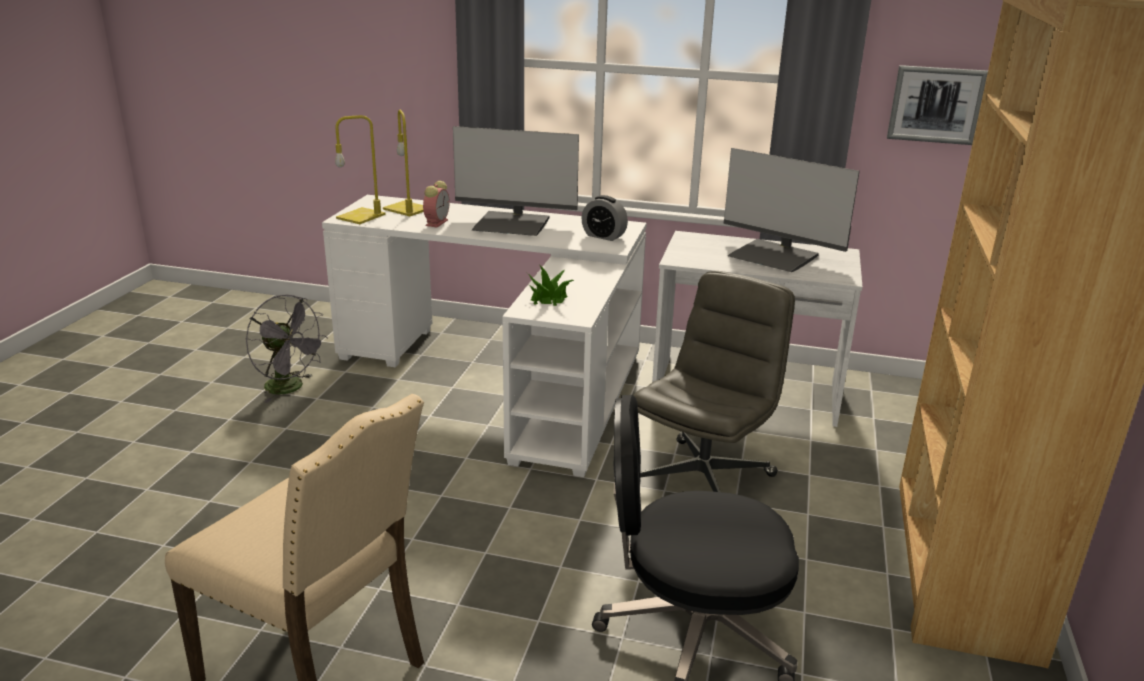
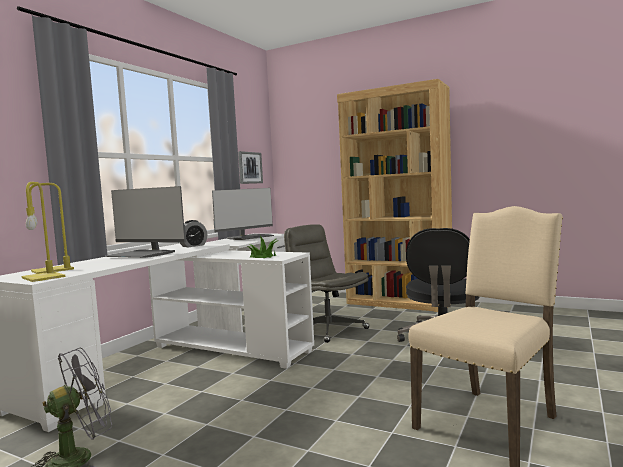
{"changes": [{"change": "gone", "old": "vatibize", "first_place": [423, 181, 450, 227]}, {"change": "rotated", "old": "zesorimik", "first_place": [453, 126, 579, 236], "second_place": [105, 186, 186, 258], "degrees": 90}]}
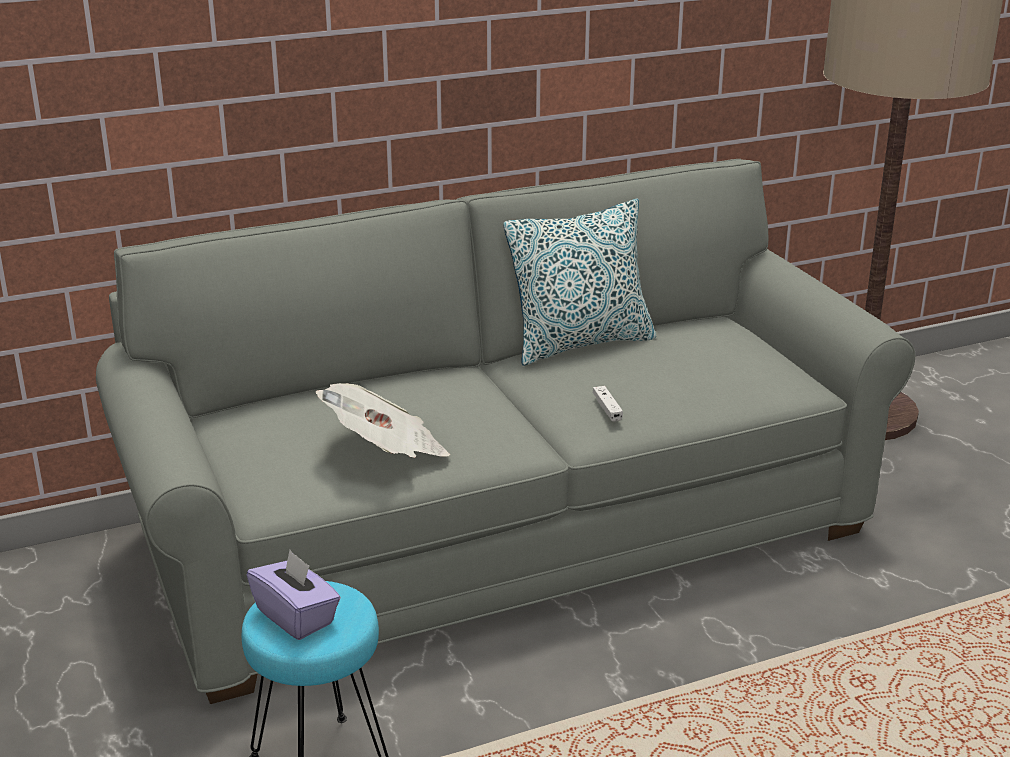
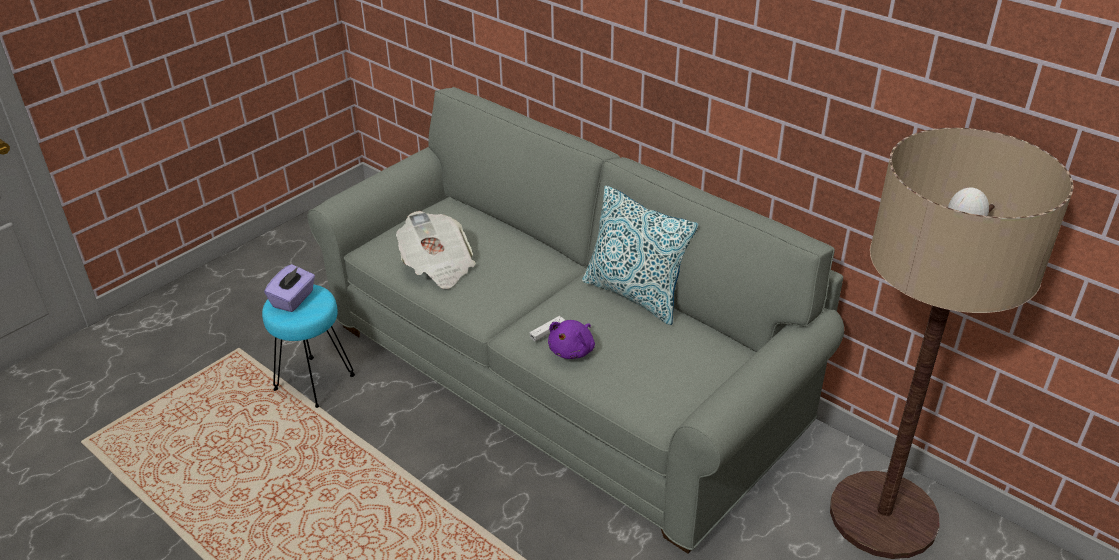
{"changes": [{"change": "new", "new": "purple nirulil", "second_place": [548, 320, 595, 359]}]}
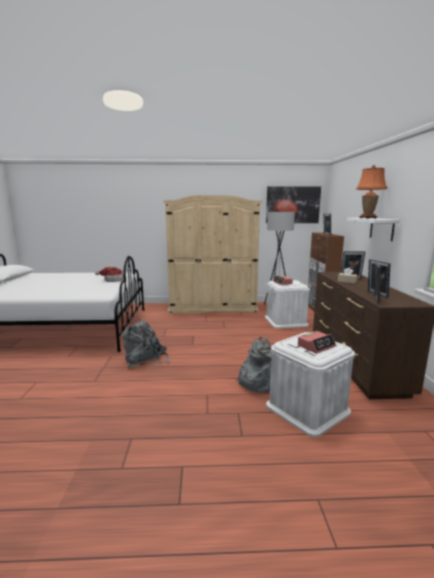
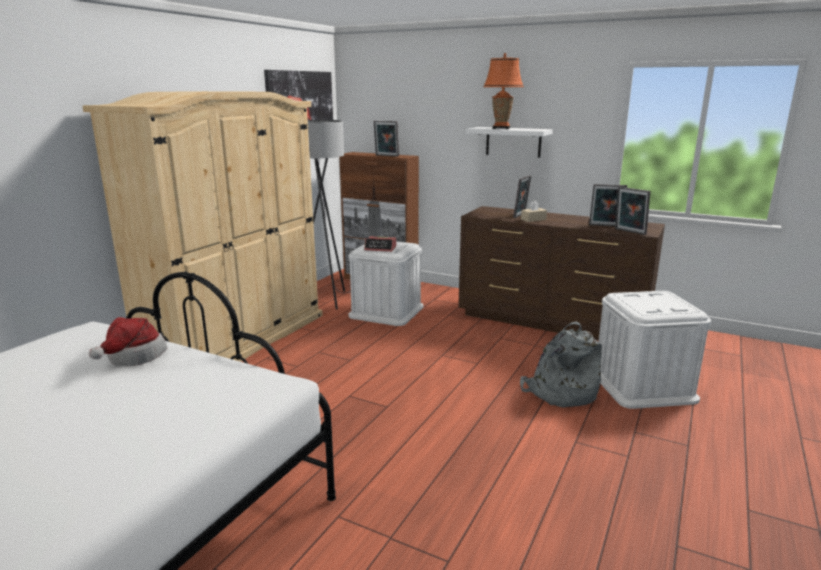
{"changes": [{"change": "gone", "old": "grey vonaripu", "first_place": [122, 319, 169, 368]}, {"change": "gone", "old": "vatibize", "first_place": [298, 331, 336, 354]}]}
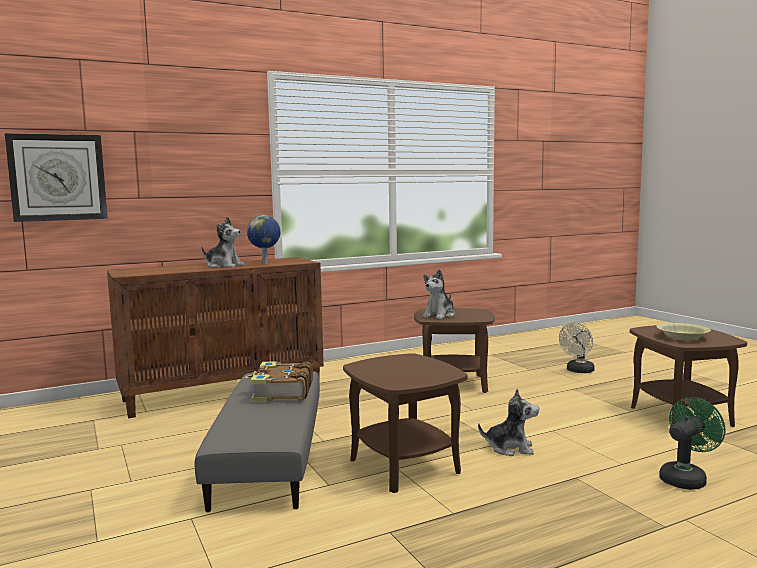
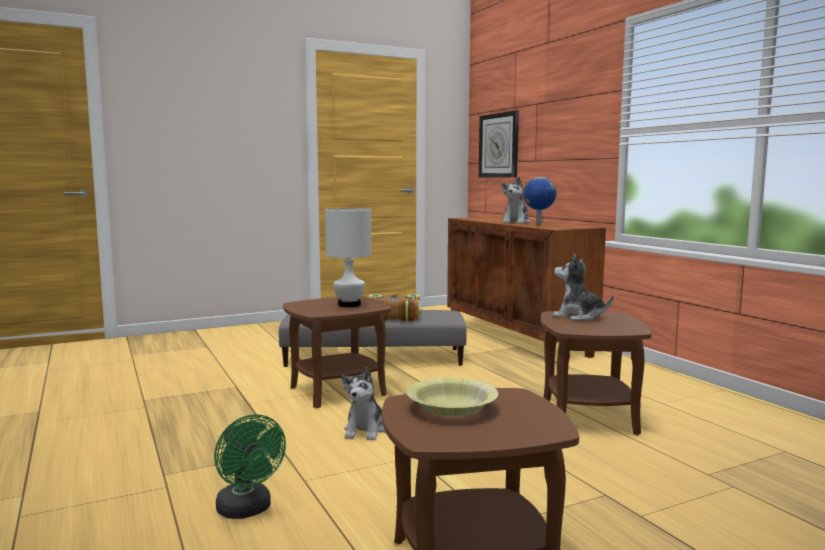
{"changes": [{"change": "gone", "old": "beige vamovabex", "first_place": [559, 322, 595, 373]}, {"change": "new", "new": "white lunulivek", "second_place": [325, 208, 371, 307]}]}
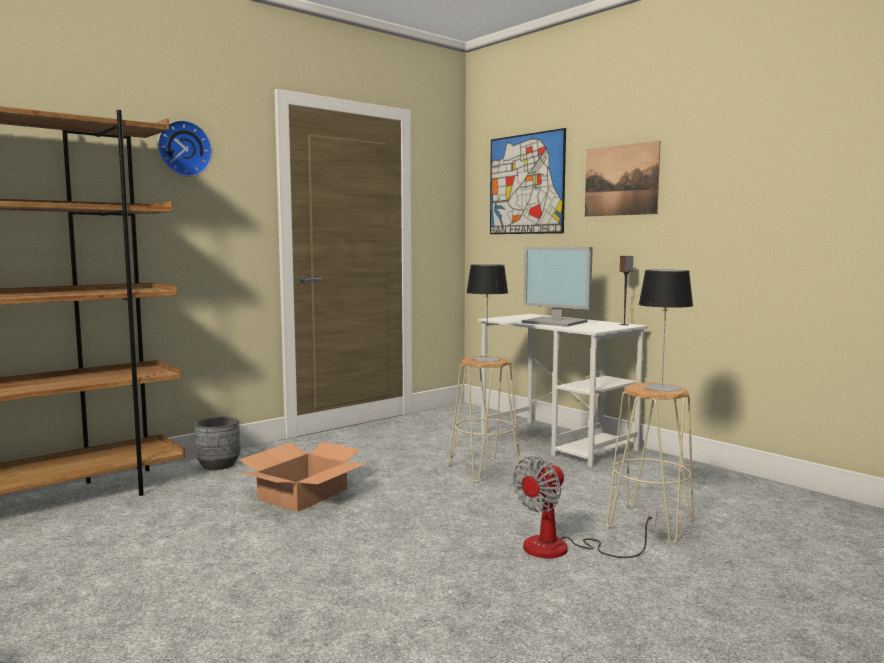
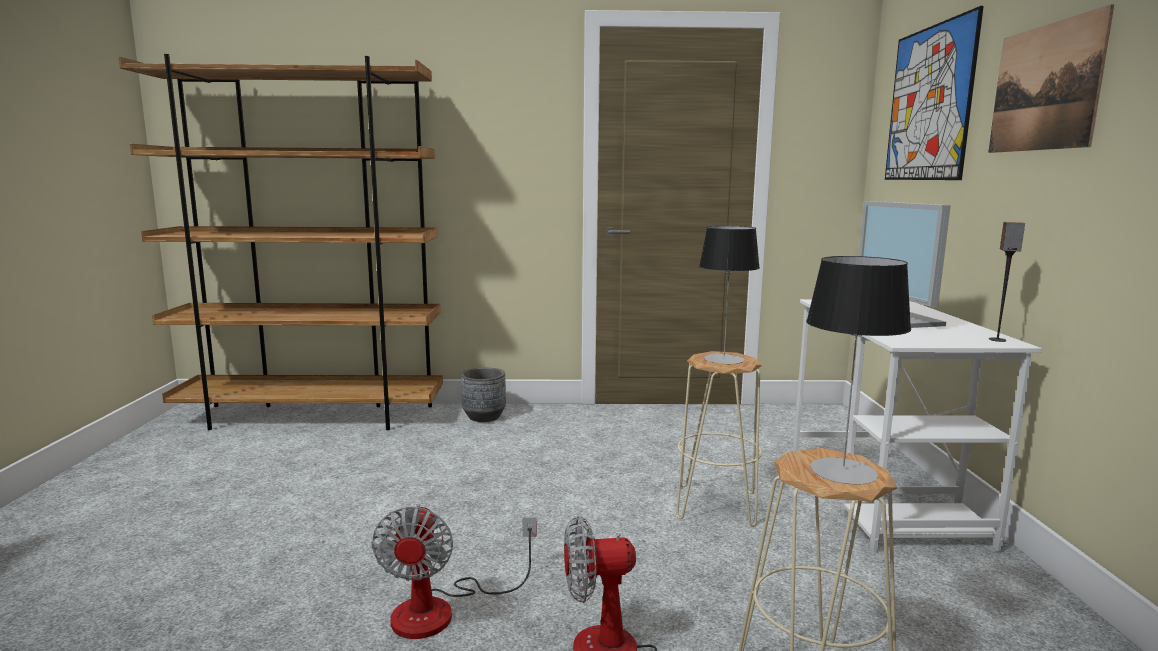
{"changes": [{"change": "gone", "old": "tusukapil", "first_place": [157, 120, 213, 177]}, {"change": "gone", "old": "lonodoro", "first_place": [239, 442, 366, 512]}, {"change": "new", "new": "vamovabex", "second_place": [371, 504, 537, 639]}]}
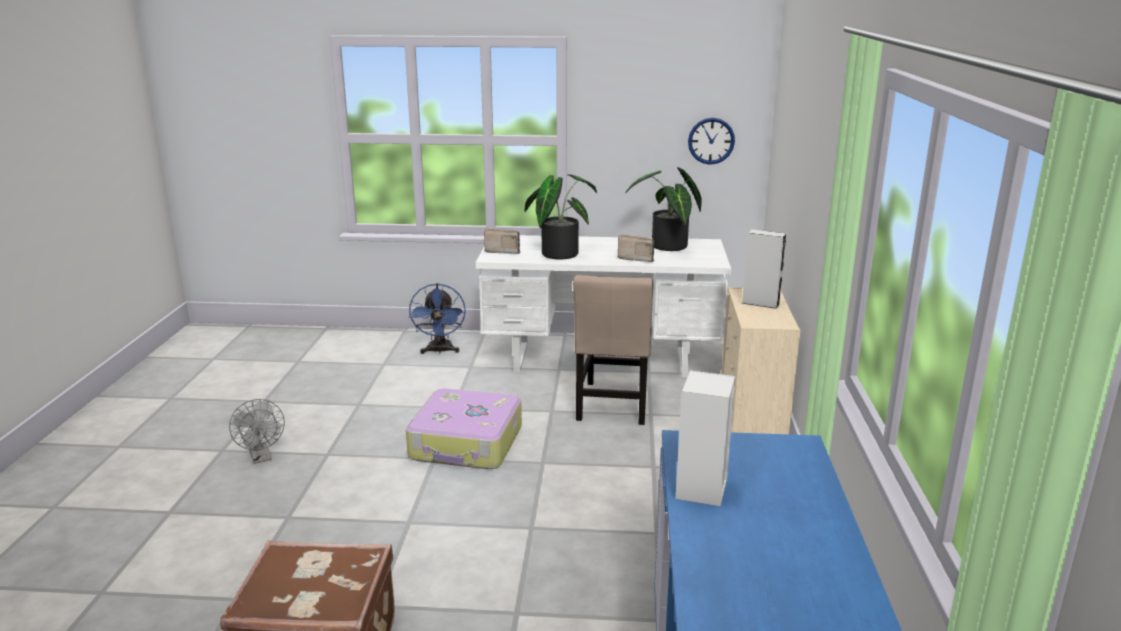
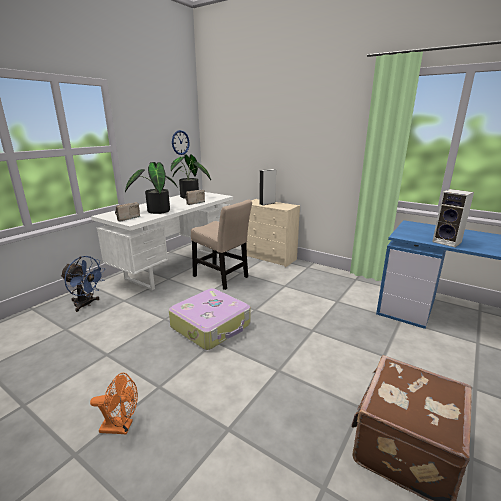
{"changes": [{"change": "repainted", "old": "grey vamovabex", "new": "orange vamovabex", "first_place": [229, 399, 285, 464], "second_place": [90, 373, 138, 434]}]}
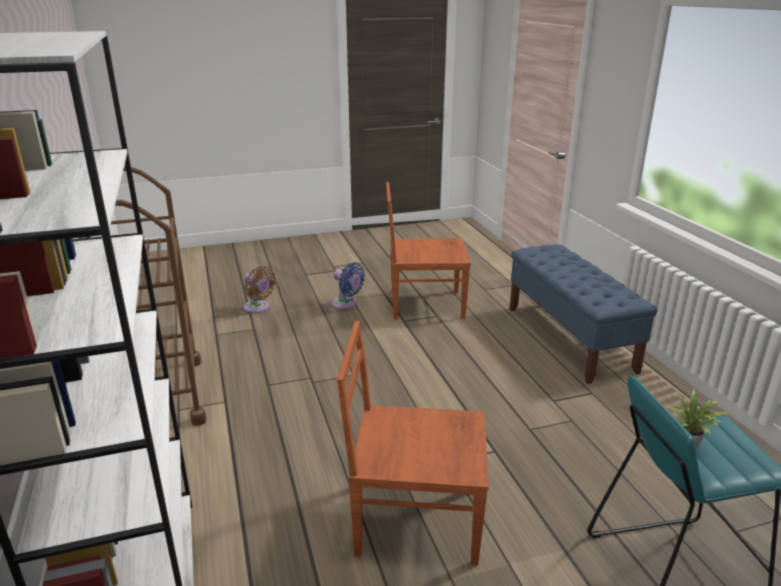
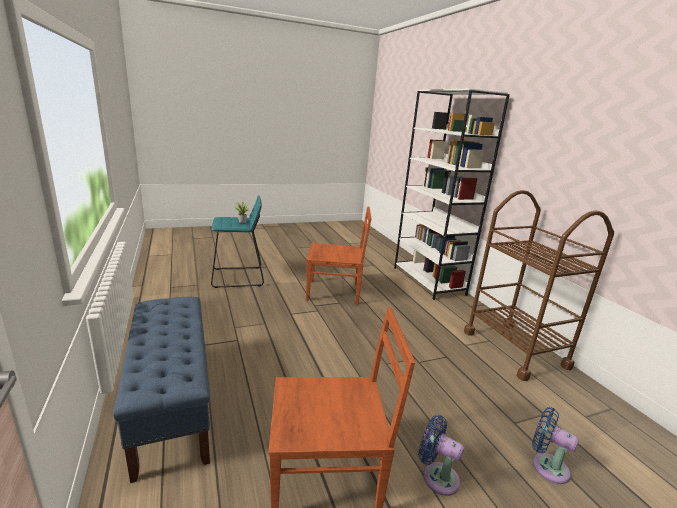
{"changes": [{"change": "repainted", "old": "brown vamovabex", "new": "blue vamovabex", "first_place": [243, 266, 276, 313], "second_place": [532, 407, 579, 484]}]}
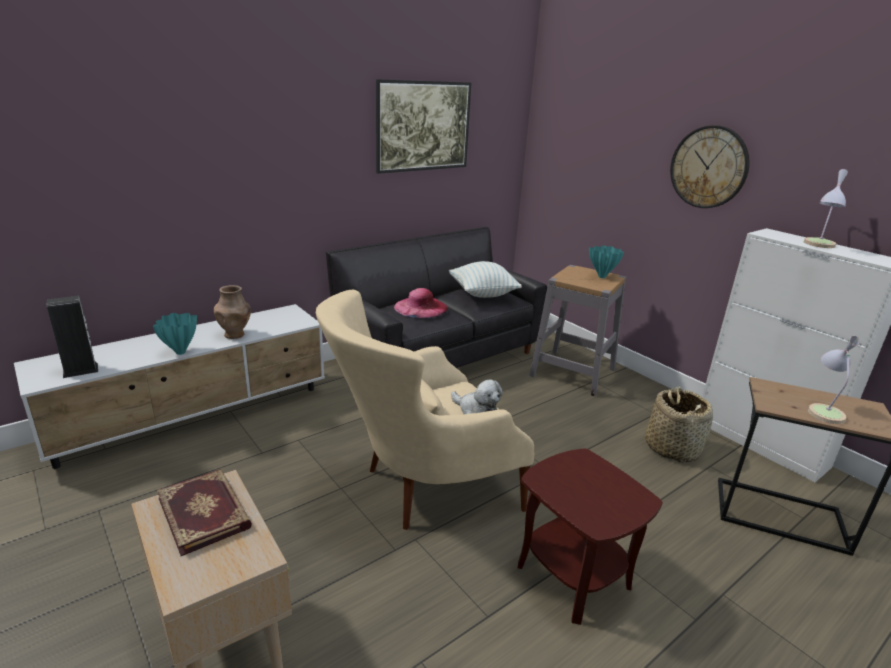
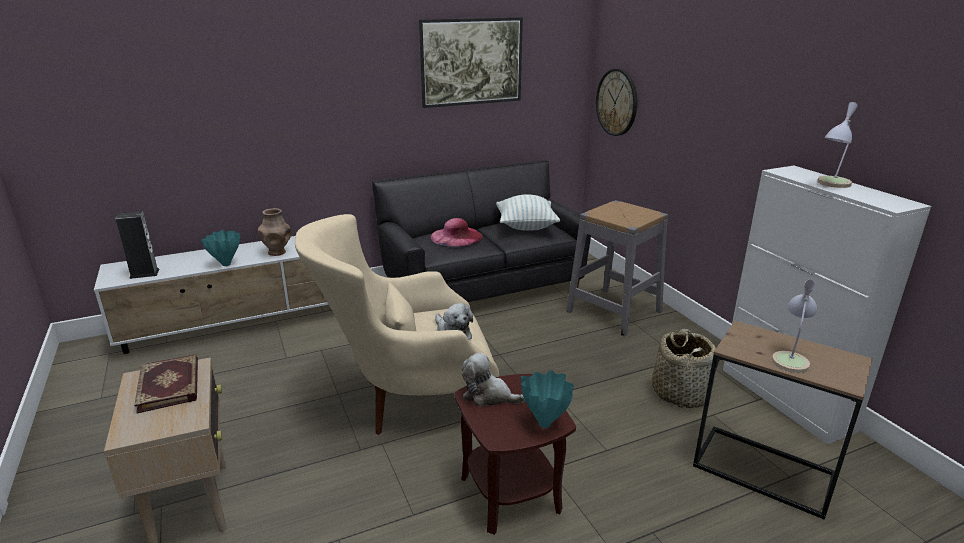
{"changes": [{"change": "shifted", "old": "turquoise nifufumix", "first_place": [589, 245, 624, 278], "second_place": [521, 370, 574, 428]}, {"change": "shifted", "old": "tusukapil", "first_place": [670, 125, 749, 208], "second_place": [596, 69, 637, 136]}, {"change": "new", "new": "nirulil", "second_place": [462, 353, 525, 406]}]}
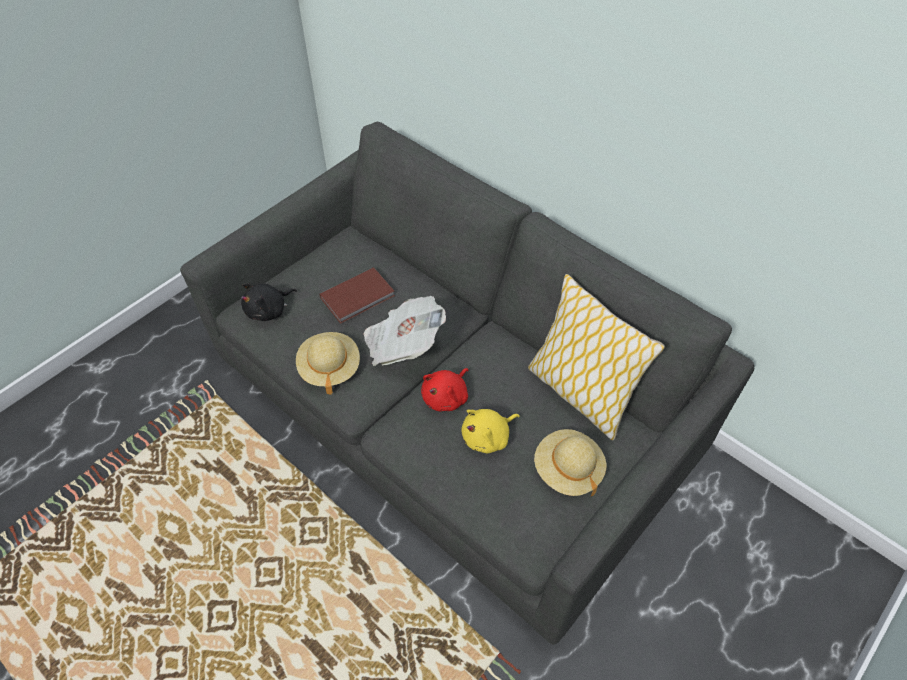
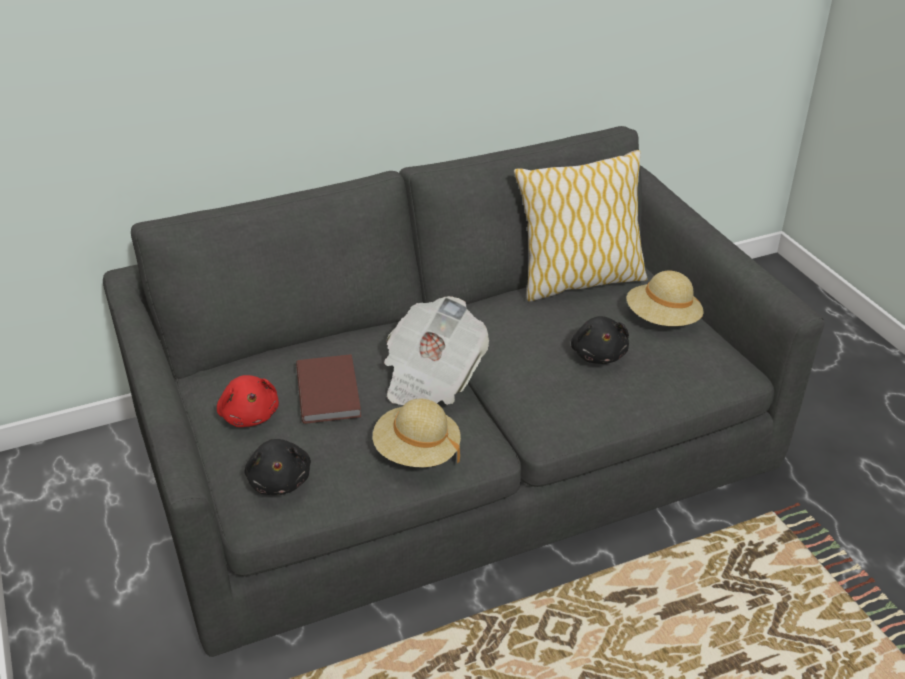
{"changes": [{"change": "shifted", "old": "red nirulil", "first_place": [421, 368, 469, 411], "second_place": [217, 375, 279, 427]}, {"change": "repainted", "old": "yellow nirulil", "new": "black nirulil", "first_place": [462, 409, 520, 453], "second_place": [571, 316, 629, 364]}]}
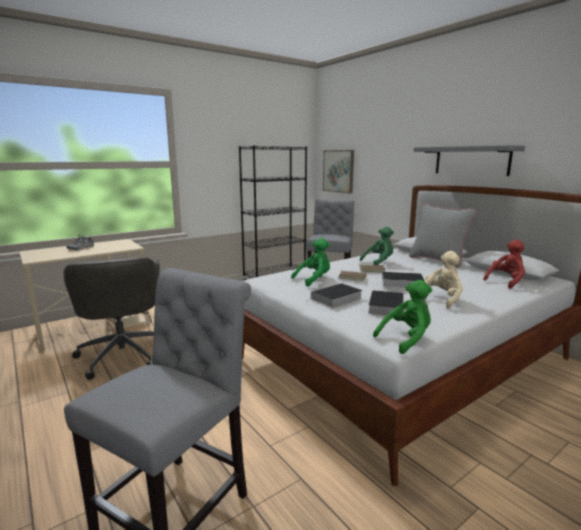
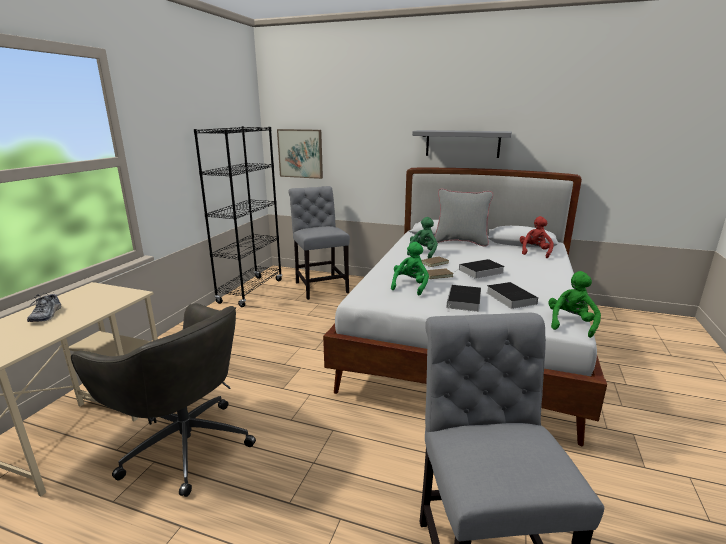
{"changes": [{"change": "gone", "old": "beige nirulil", "first_place": [425, 251, 463, 309]}]}
